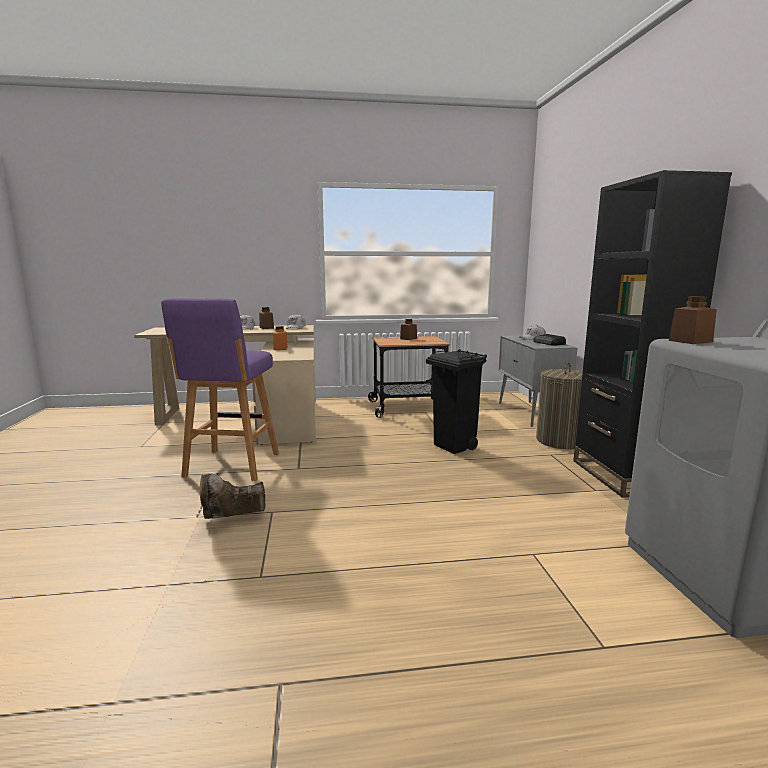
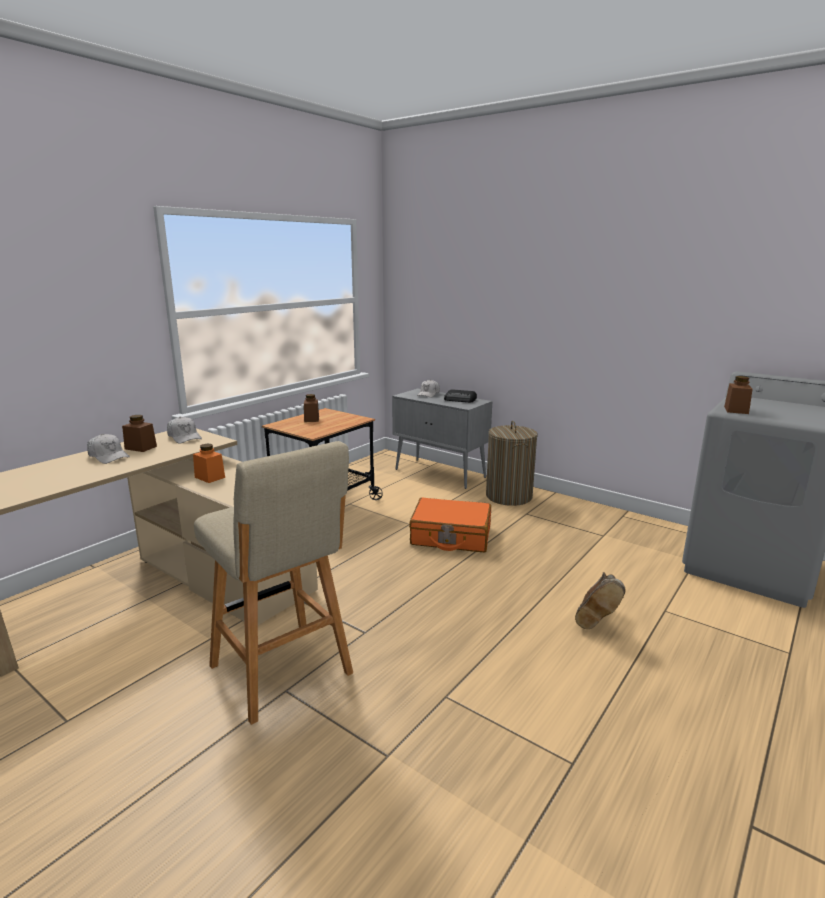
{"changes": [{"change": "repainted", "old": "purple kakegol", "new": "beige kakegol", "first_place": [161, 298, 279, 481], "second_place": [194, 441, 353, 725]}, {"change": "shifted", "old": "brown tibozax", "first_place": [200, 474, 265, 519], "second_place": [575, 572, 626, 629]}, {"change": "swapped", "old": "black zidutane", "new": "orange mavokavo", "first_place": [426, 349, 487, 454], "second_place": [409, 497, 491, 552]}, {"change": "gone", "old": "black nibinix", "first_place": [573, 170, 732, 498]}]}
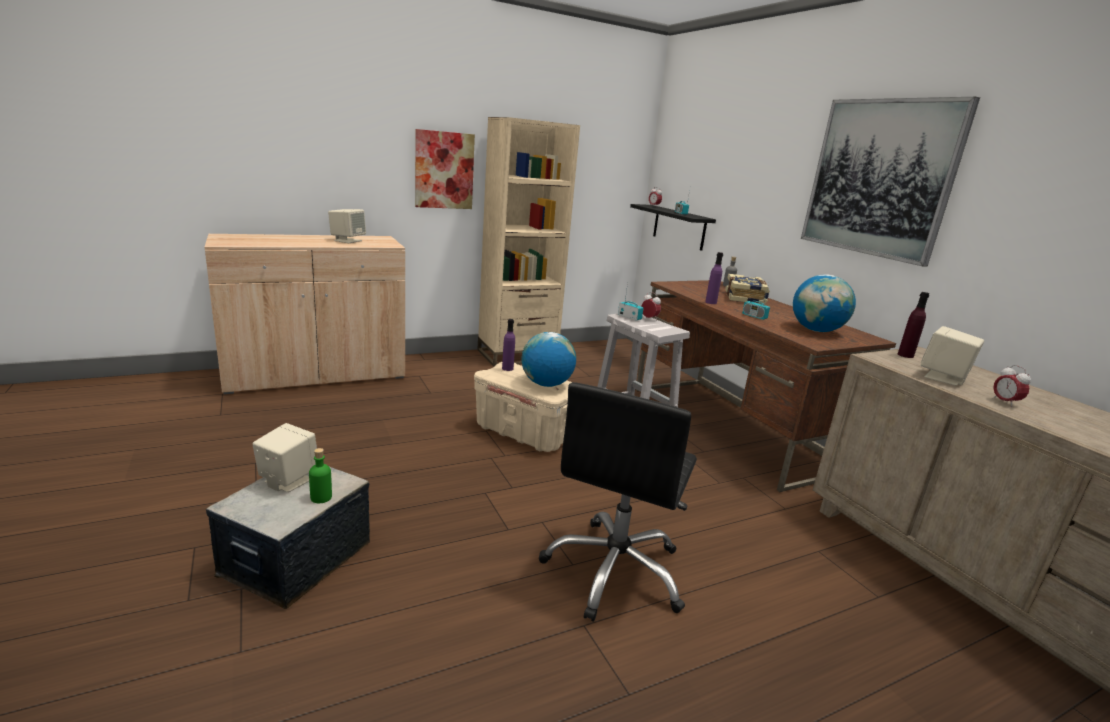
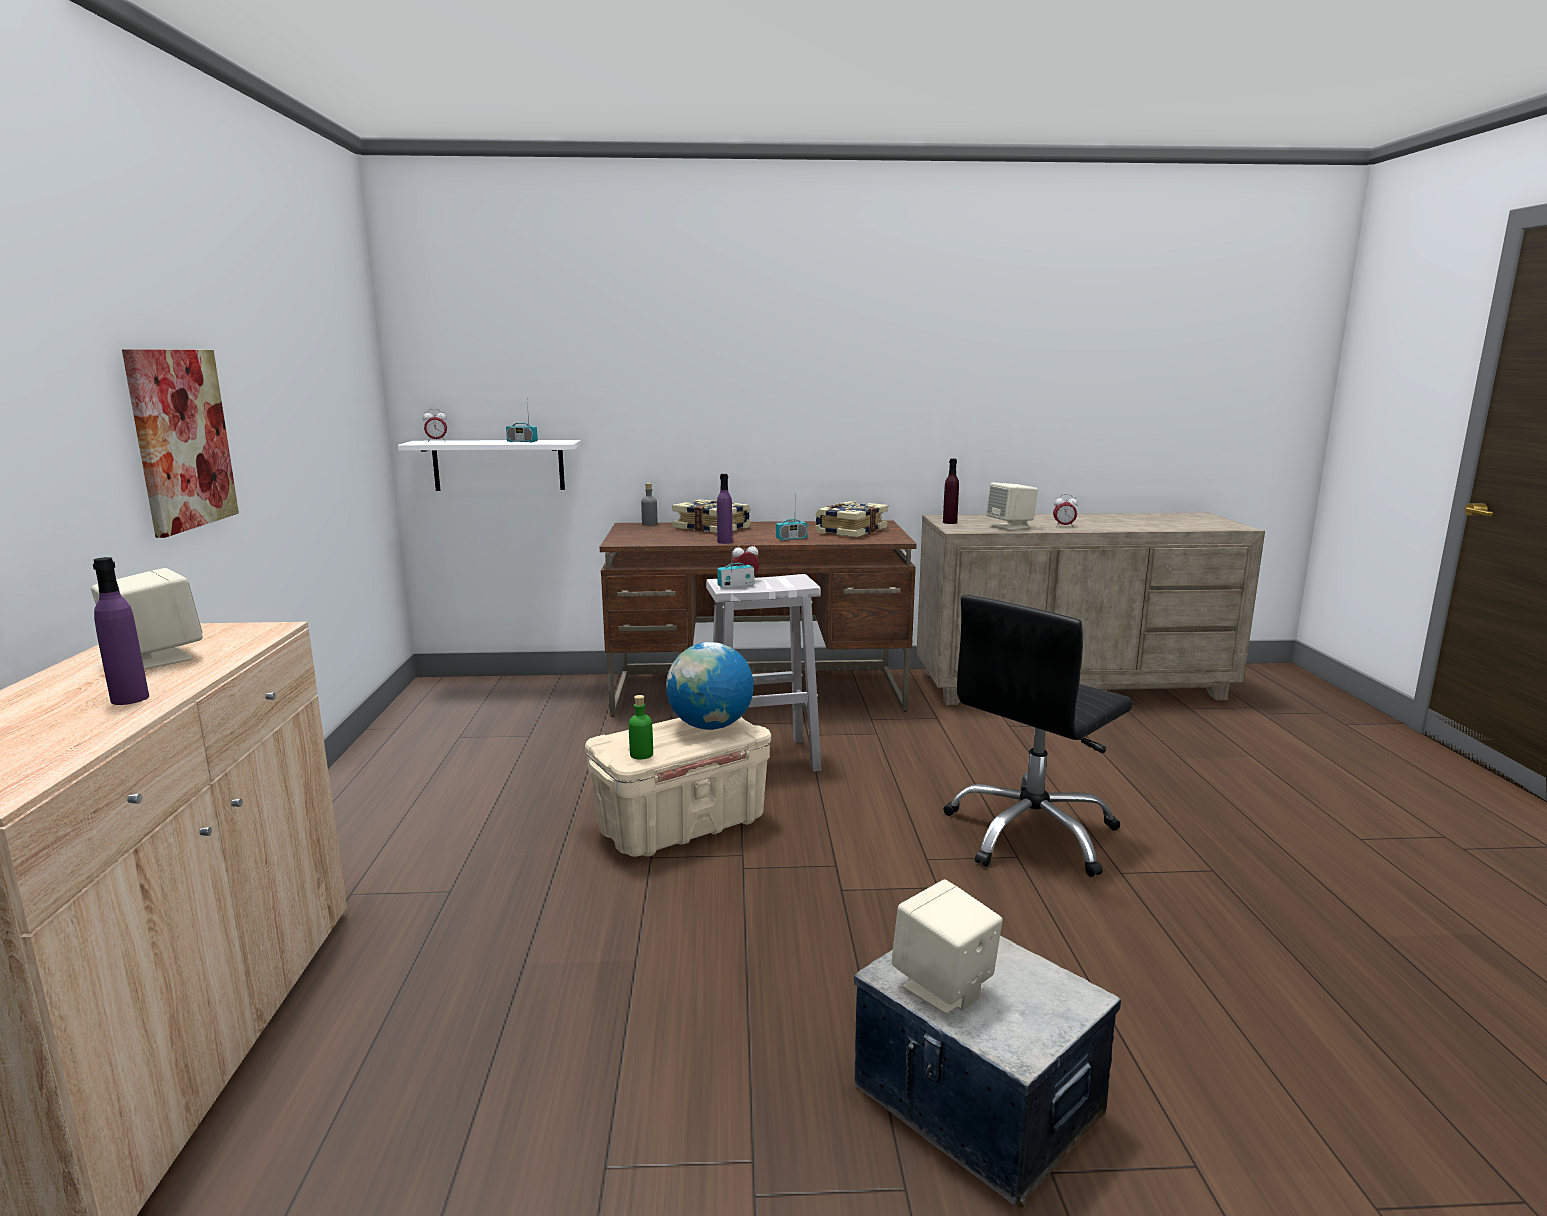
{"changes": [{"change": "shifted", "old": "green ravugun", "first_place": [309, 448, 332, 503], "second_place": [629, 695, 653, 759]}, {"change": "gone", "old": "beige nibinix", "first_place": [477, 117, 580, 367]}, {"change": "shifted", "old": "purple ravugun", "first_place": [502, 319, 515, 371], "second_place": [93, 557, 149, 705]}, {"change": "rotated", "old": "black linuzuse", "first_place": [539, 382, 697, 622], "second_place": [944, 595, 1133, 877], "degrees": 90}, {"change": "repainted", "old": "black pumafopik", "new": "white pumafopik", "first_place": [630, 204, 716, 251], "second_place": [398, 440, 581, 491]}, {"change": "swapped", "old": "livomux", "new": "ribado", "first_place": [793, 275, 856, 332], "second_place": [815, 501, 888, 537]}, {"change": "gone", "old": "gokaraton", "first_place": [801, 97, 980, 267]}]}
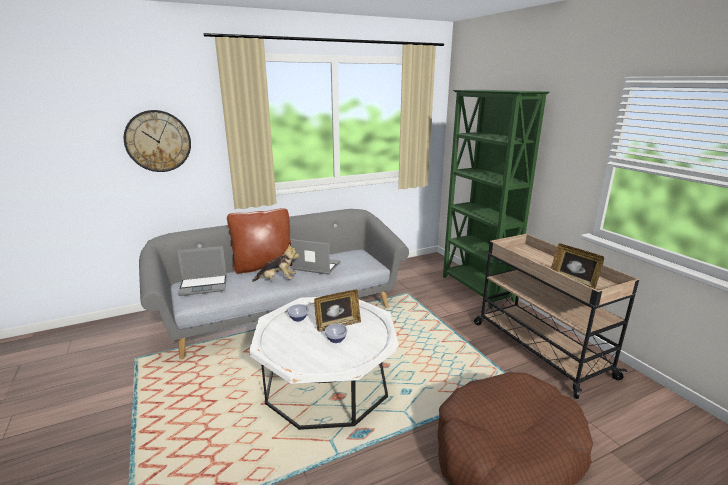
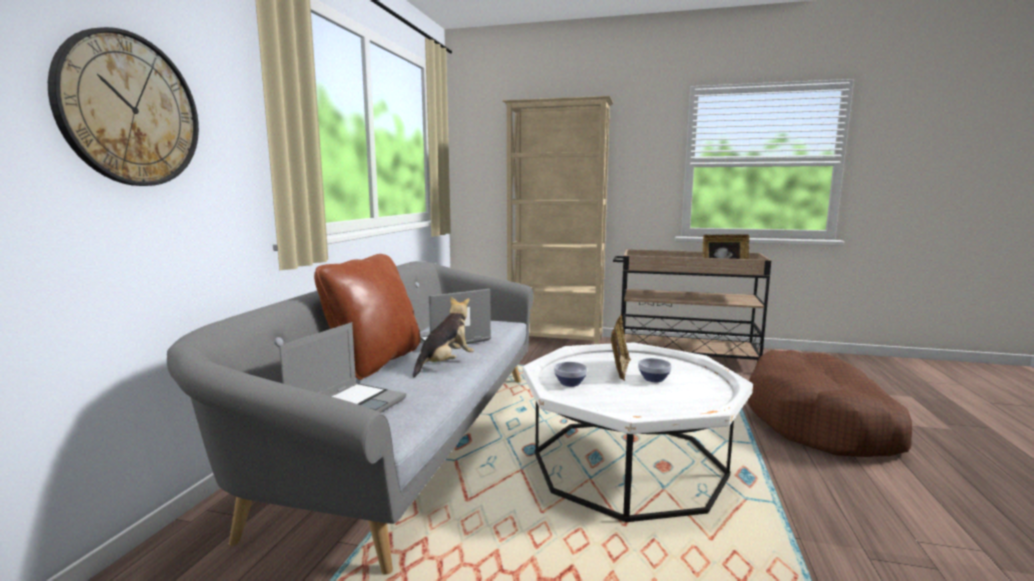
{"changes": [{"change": "repainted", "old": "green nibinix", "new": "beige nibinix", "first_place": [443, 90, 549, 309], "second_place": [502, 96, 613, 344]}]}
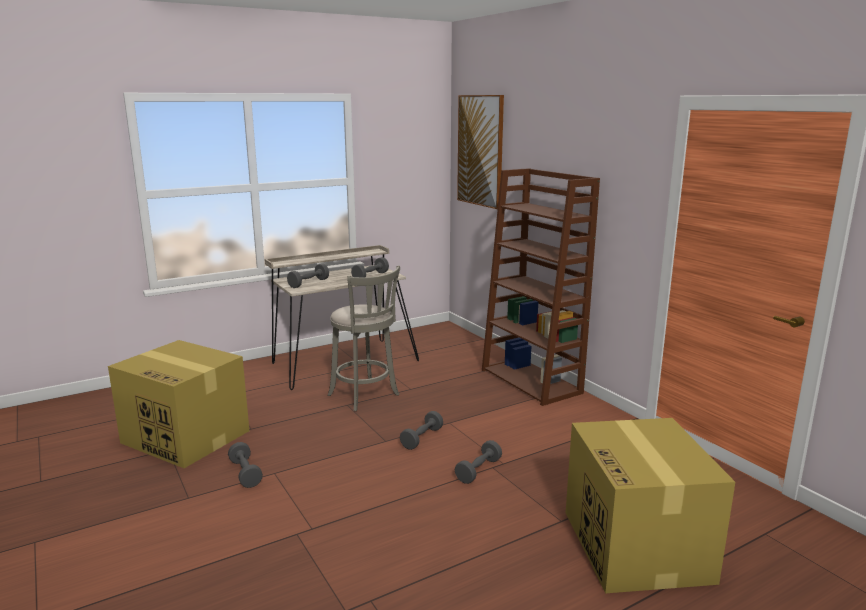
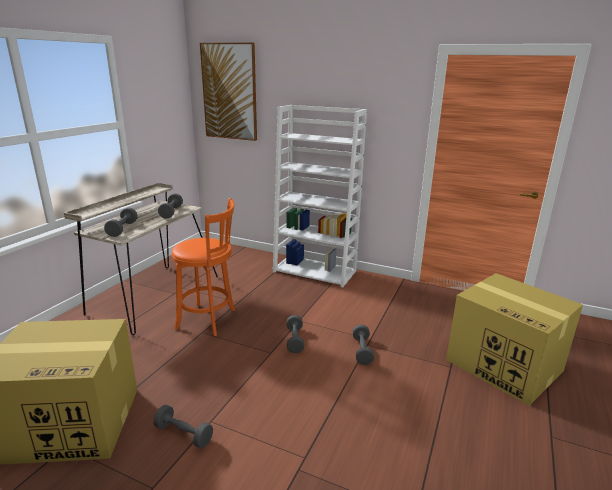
{"changes": [{"change": "repainted", "old": "grey kakegol", "new": "orange kakegol", "first_place": [327, 265, 400, 411], "second_place": [171, 198, 236, 336]}, {"change": "repainted", "old": "brown nibinix", "new": "white nibinix", "first_place": [482, 168, 600, 406], "second_place": [273, 105, 367, 287]}]}
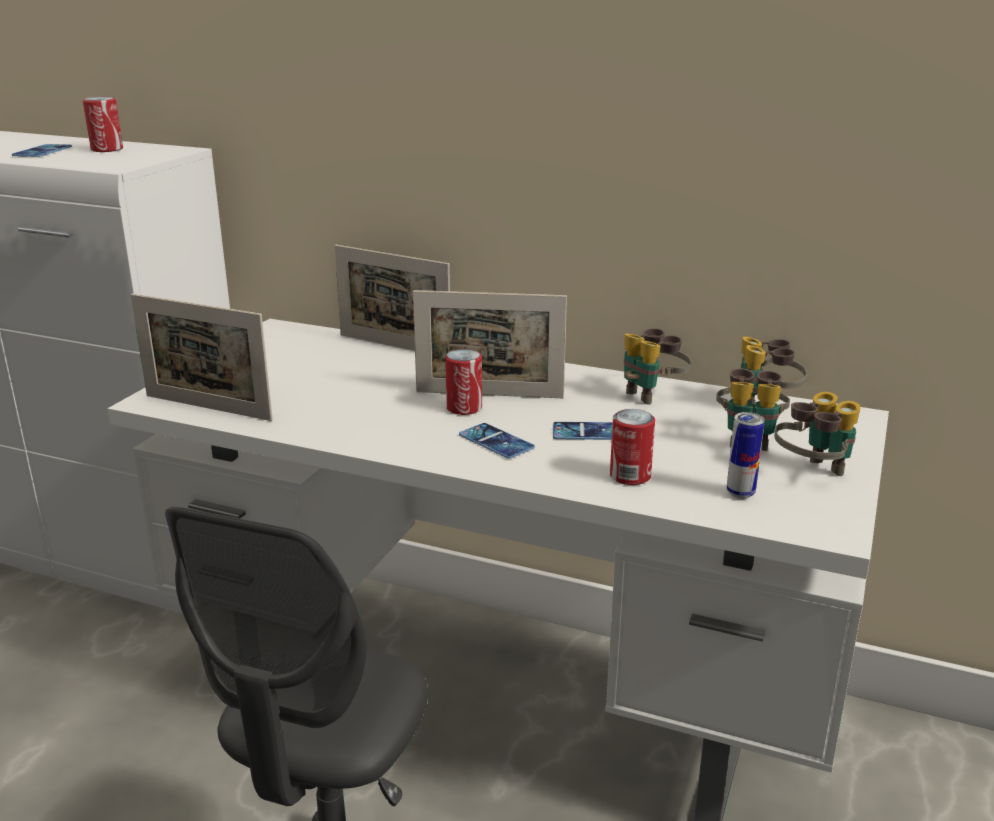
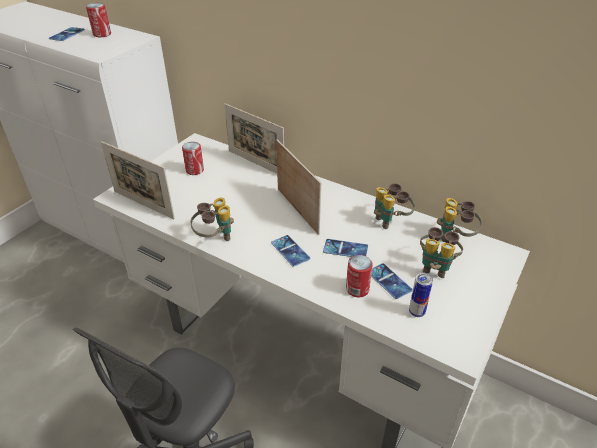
{"changes": [{"change": "rotated", "old": "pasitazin", "first_place": [413, 290, 567, 398], "second_place": [276, 139, 321, 235], "degrees": -135}, {"change": "shifted", "old": "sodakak", "first_place": [445, 349, 482, 415], "second_place": [182, 142, 204, 175]}, {"change": "shifted", "old": "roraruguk", "first_place": [775, 392, 861, 476], "second_place": [190, 198, 234, 241]}, {"change": "new", "new": "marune", "second_place": [371, 263, 413, 299]}]}
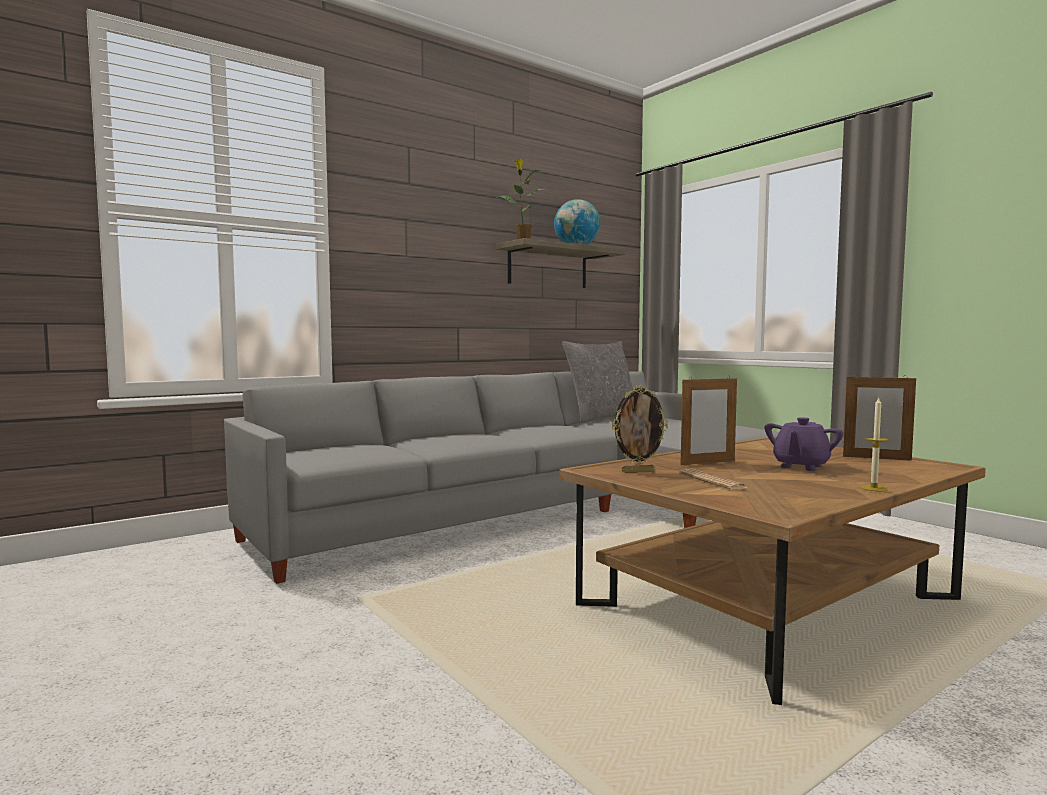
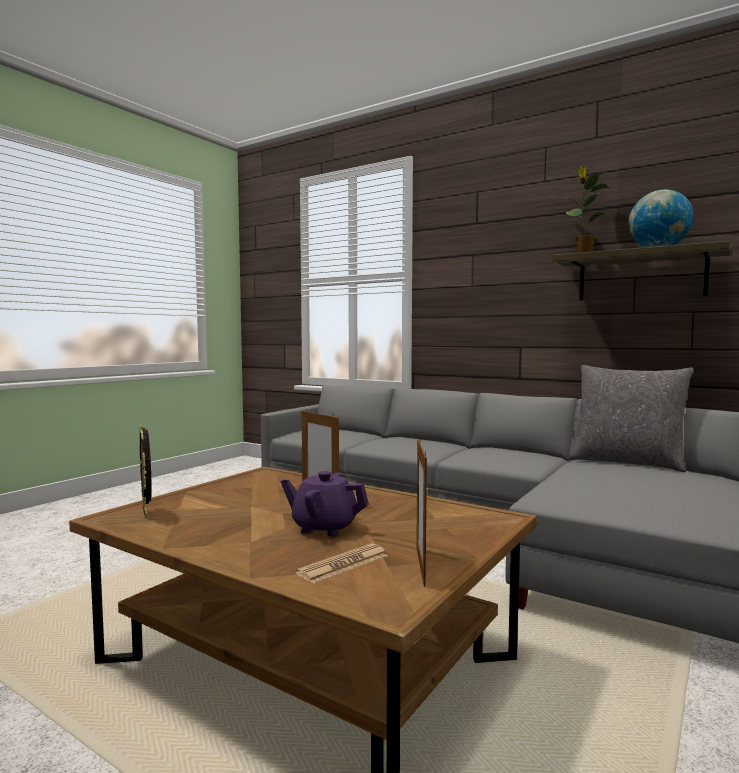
{"changes": [{"change": "shifted", "old": "pasitazin", "first_place": [612, 385, 668, 473], "second_place": [139, 425, 152, 519]}, {"change": "shifted", "old": "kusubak", "first_place": [679, 468, 748, 490], "second_place": [295, 544, 388, 584]}, {"change": "gone", "old": "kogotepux", "first_place": [860, 396, 889, 492]}]}
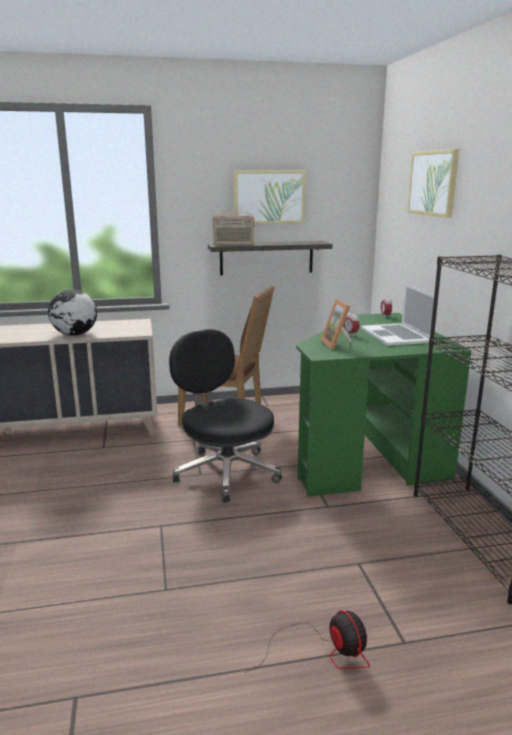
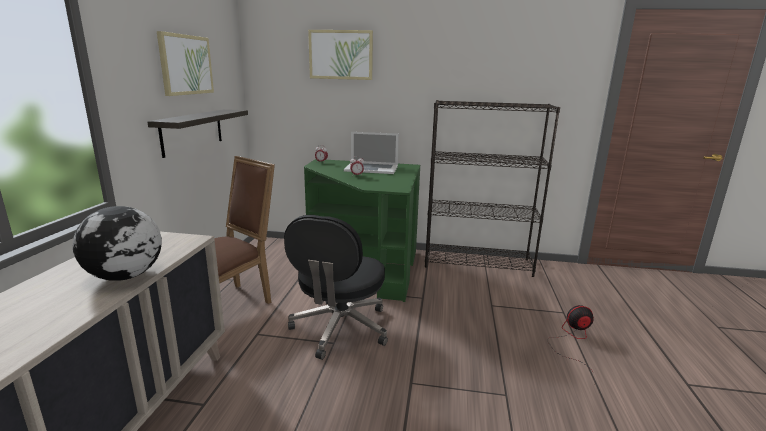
{"changes": [{"change": "rotated", "old": "black linuzuse", "first_place": [169, 329, 282, 503], "second_place": [284, 215, 388, 360], "degrees": -60}, {"change": "gone", "old": "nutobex", "first_place": [213, 209, 254, 245]}, {"change": "gone", "old": "pasitazin", "first_place": [320, 299, 351, 350]}]}
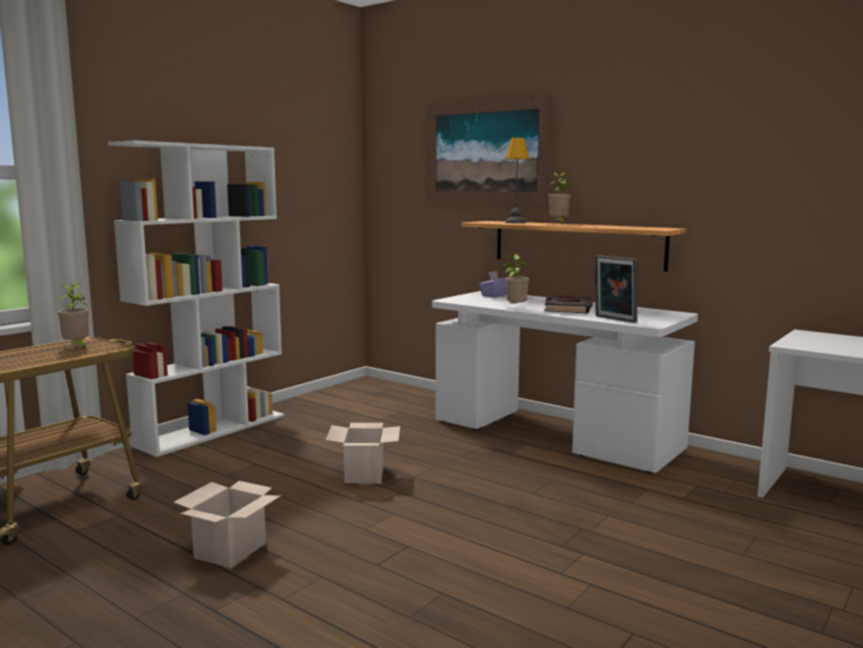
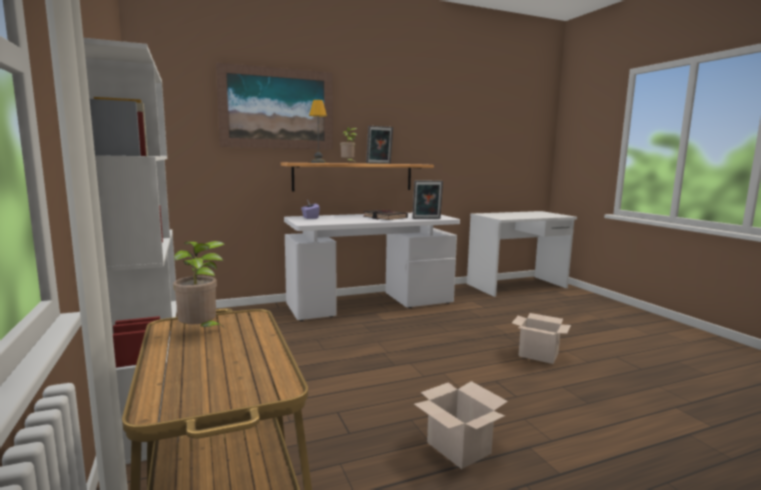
{"changes": [{"change": "shifted", "old": "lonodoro", "first_place": [326, 423, 400, 483], "second_place": [512, 313, 571, 364]}, {"change": "gone", "old": "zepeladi", "first_place": [503, 254, 529, 306]}, {"change": "new", "new": "pasitazin", "second_place": [366, 126, 393, 164]}]}
